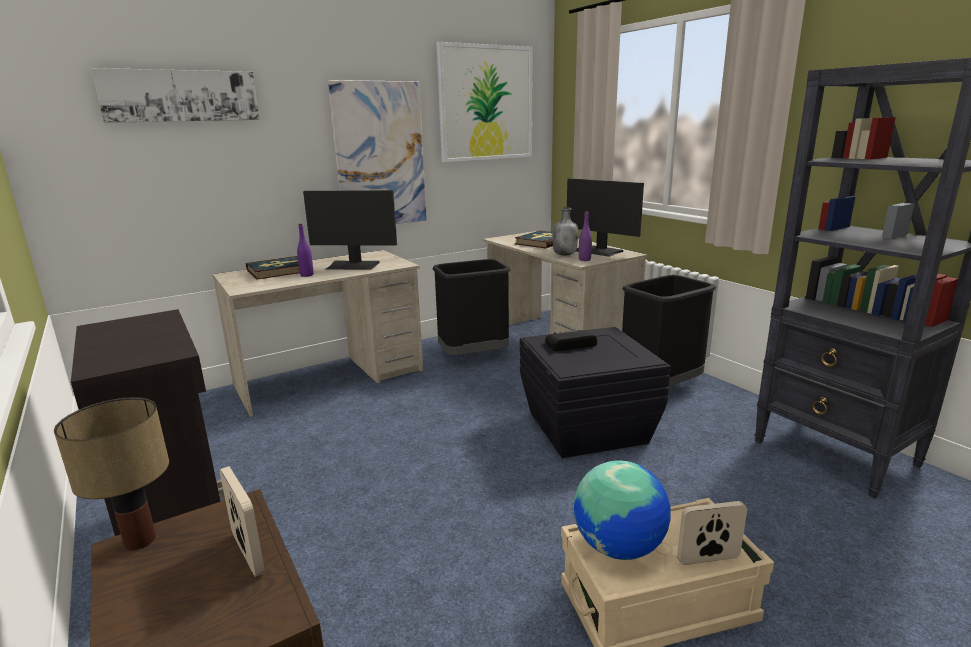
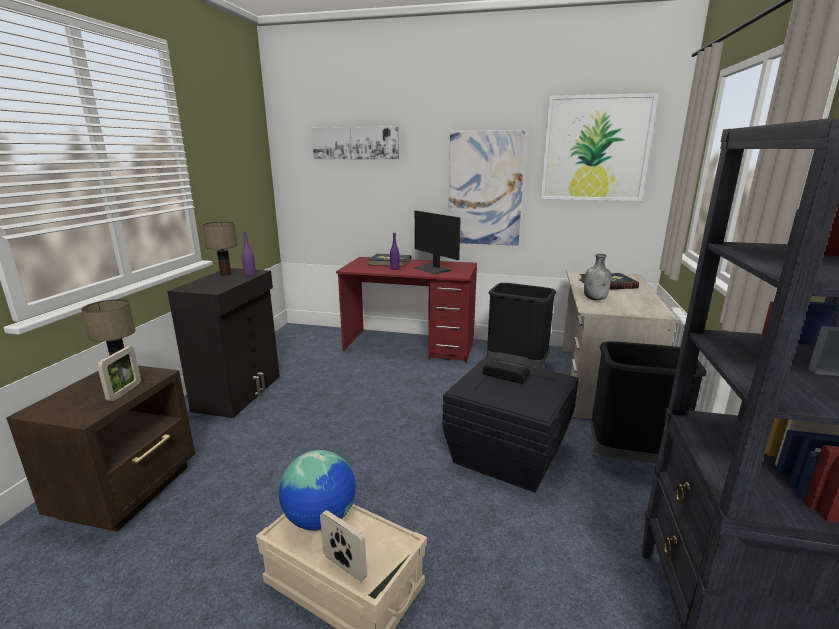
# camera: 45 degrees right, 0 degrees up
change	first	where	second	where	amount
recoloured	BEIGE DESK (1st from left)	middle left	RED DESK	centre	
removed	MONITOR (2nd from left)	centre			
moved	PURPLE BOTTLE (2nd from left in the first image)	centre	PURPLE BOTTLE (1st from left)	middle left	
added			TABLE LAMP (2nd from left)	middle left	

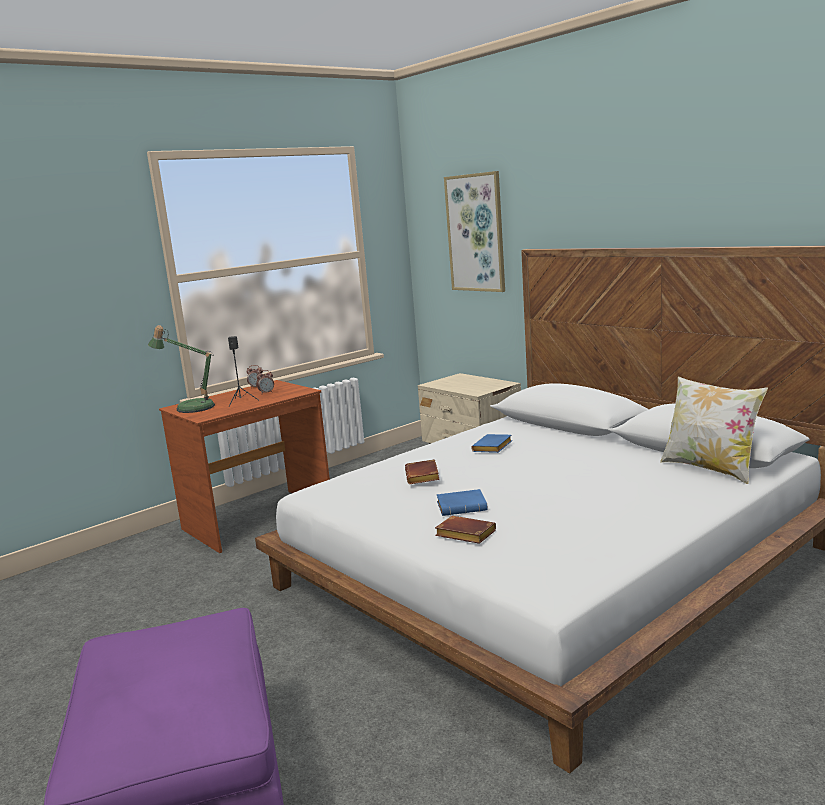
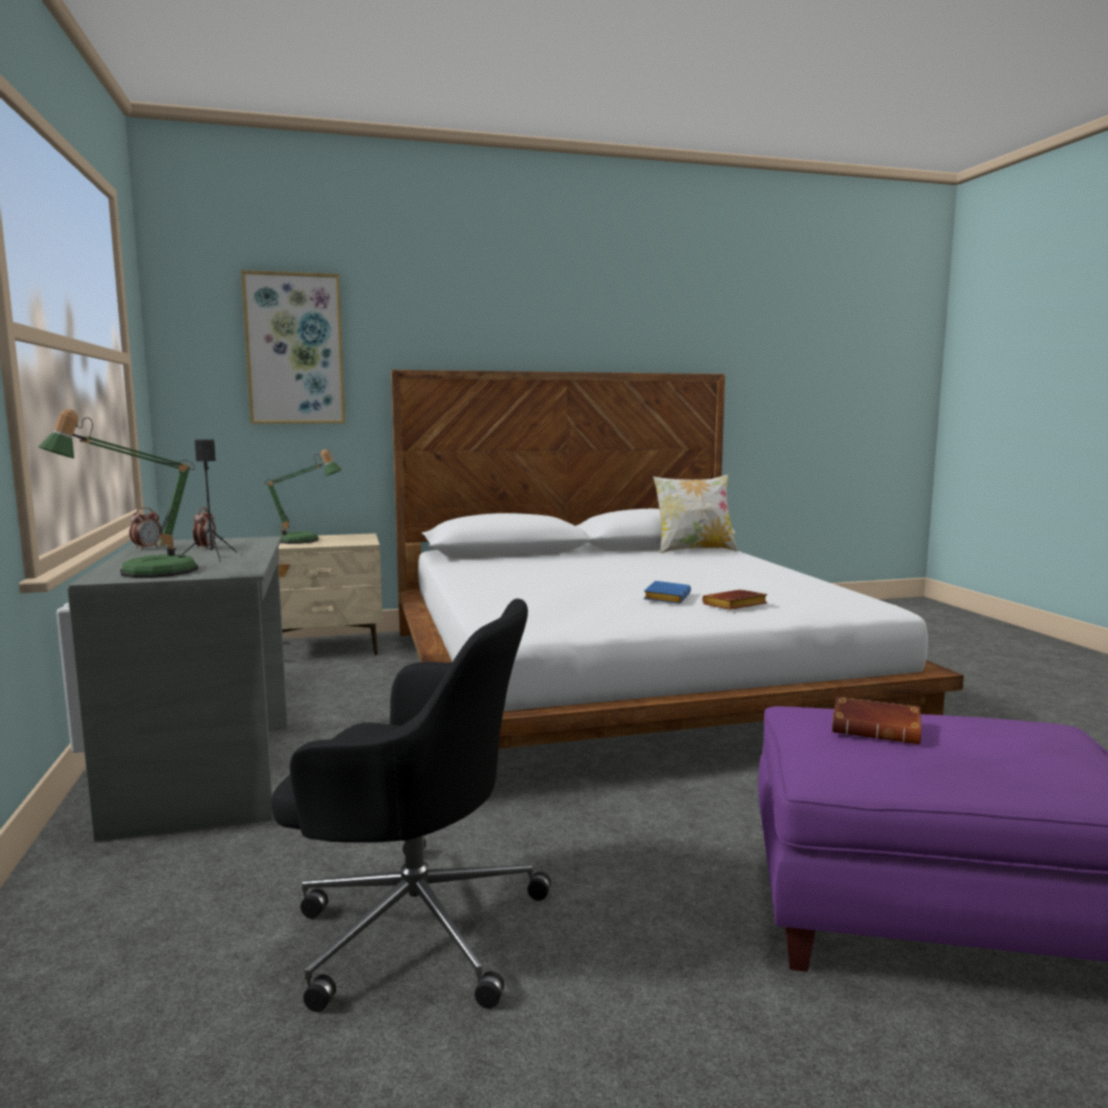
# camera: 65 degrees left, 5 degrees down
change	first	where	second	where	amount
recoloured	BROWN DESK	middle left	GREY DESK	middle left	
moved	BROWN BOOK (1st from left in the first image)	centre	BROWN BOOK (2nd from left)	middle right	
removed	BLUE BOOK (2nd from left)	centre			
added			TABLE LAMP (2nd from left)	middle left	
added			BLACK OFFICE CHAIR	bottom centre	

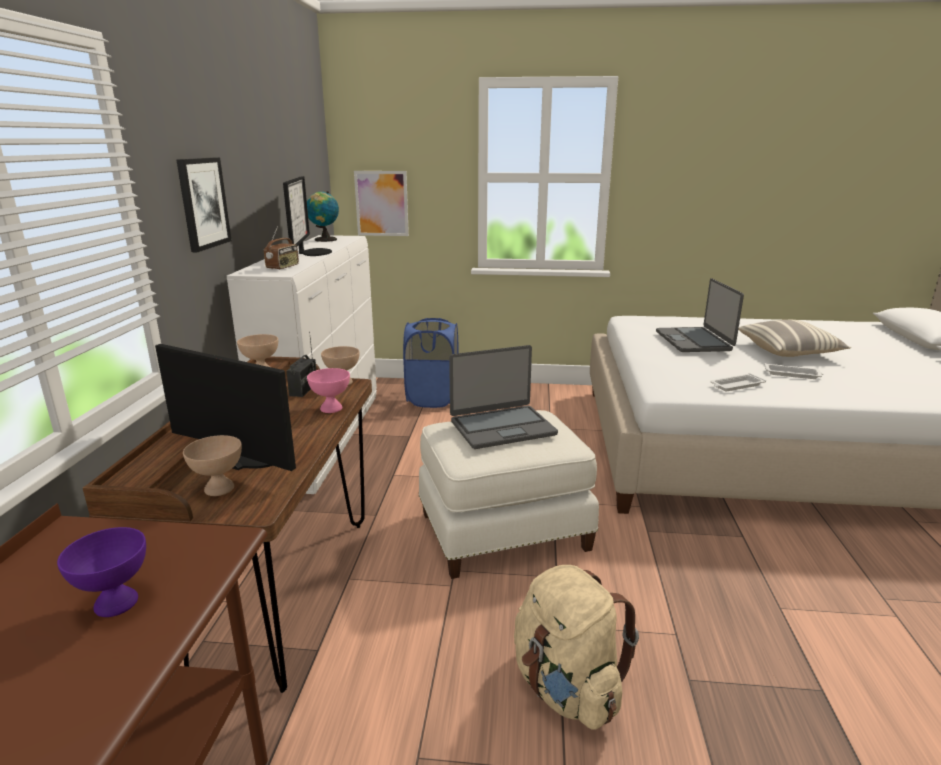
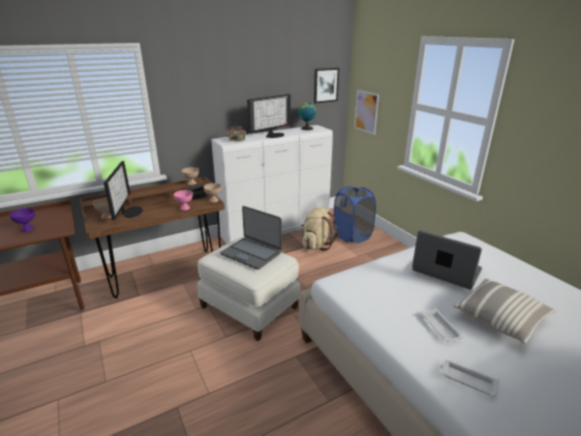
# camera: 55 degrees right, 5 degrees up
change	first	where	second	where	amount
moved	PICTURE (1st from left)	top left		top centre	
moved	BEIGE BACKPACK	bottom centre		centre	
turned	LAPTOP (2nd from left)	middle right		middle right	75 degrees clockwise
moved	WHITE TRAY (1st from left in the first image)	middle right	WHITE TRAY (2nd from left)	bottom right	

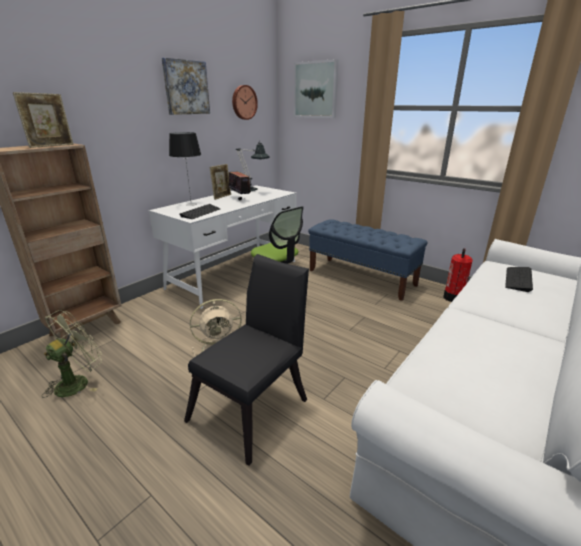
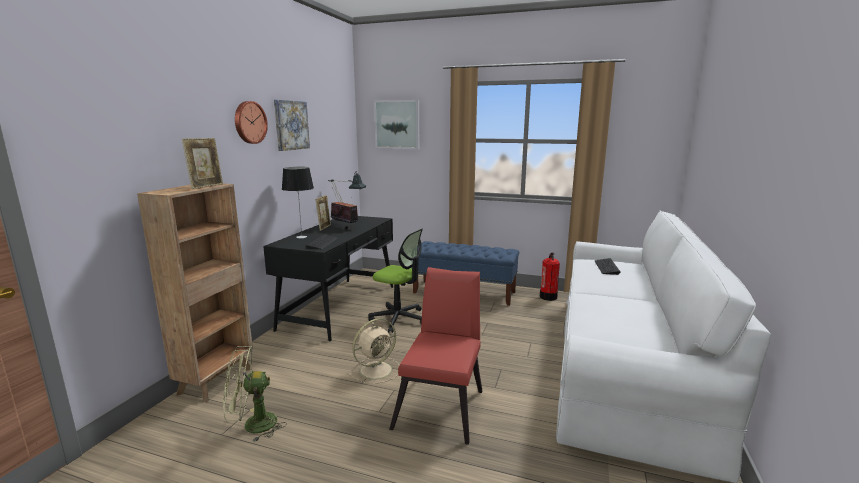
# camera: 20 degrees left, 10 degrees down
change	first	where	second	where	amount
turned	GREEN FAN	middle left		bottom left	120 degrees counterclockwise
recoloured	WHITE DESK	centre	BLACK DESK	centre	
recoloured	BLACK CHAIR	centre	RED CHAIR	bottom centre	
moved	WALL CLOCK	top centre		top left	

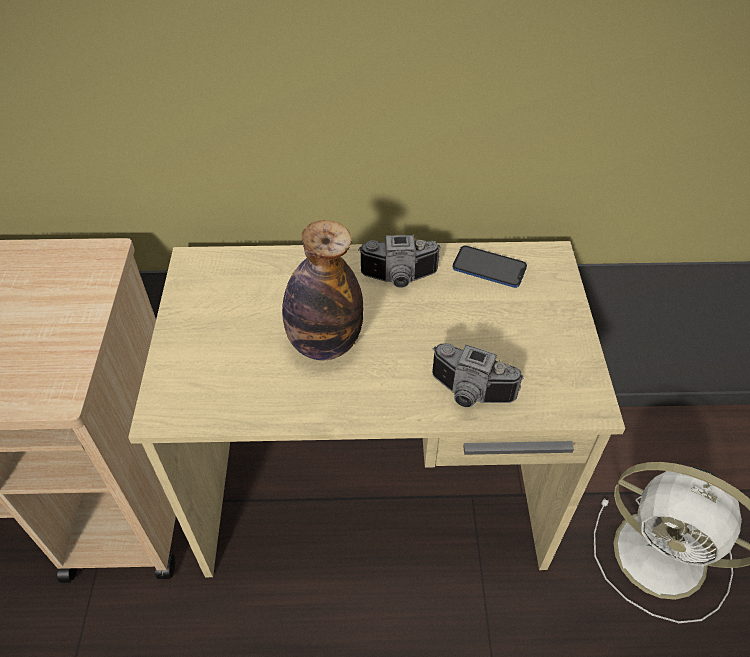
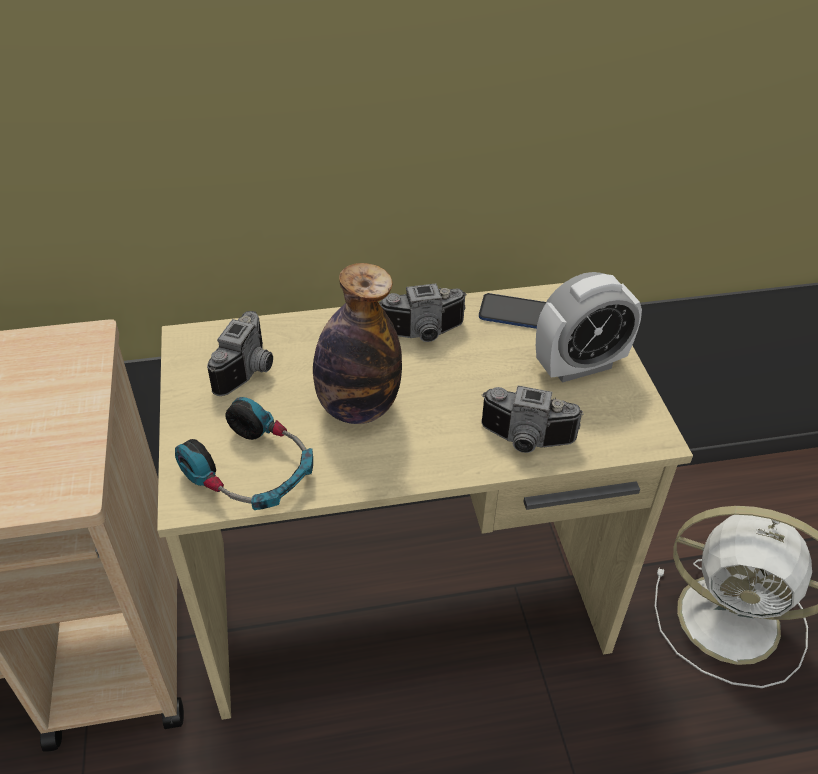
# camera: 10 degrees left, 5 degrees down
change	first	where	second	where	amount
added			HEADPHONES	middle left	
added			PHOTO CAMERA (1st from left)	middle left	
added			ALARM CLOCK	middle right	

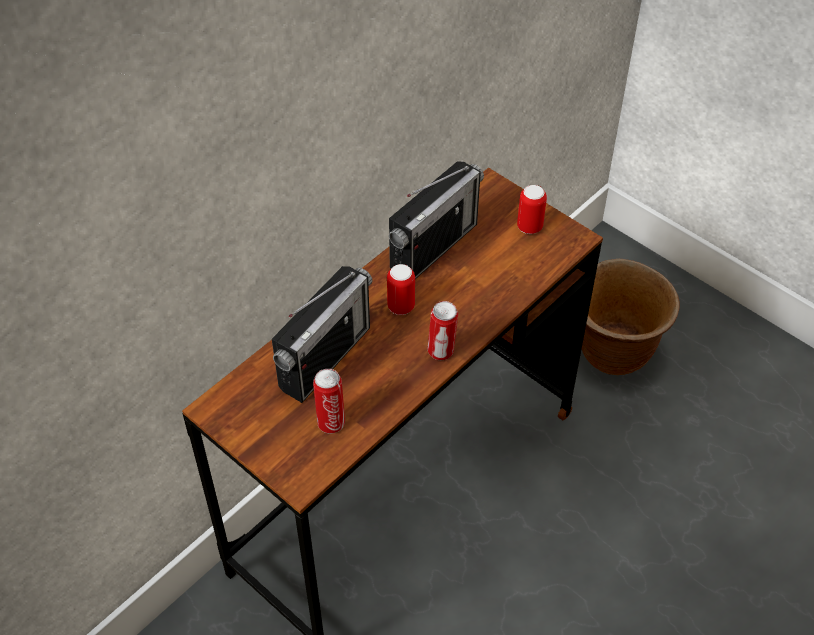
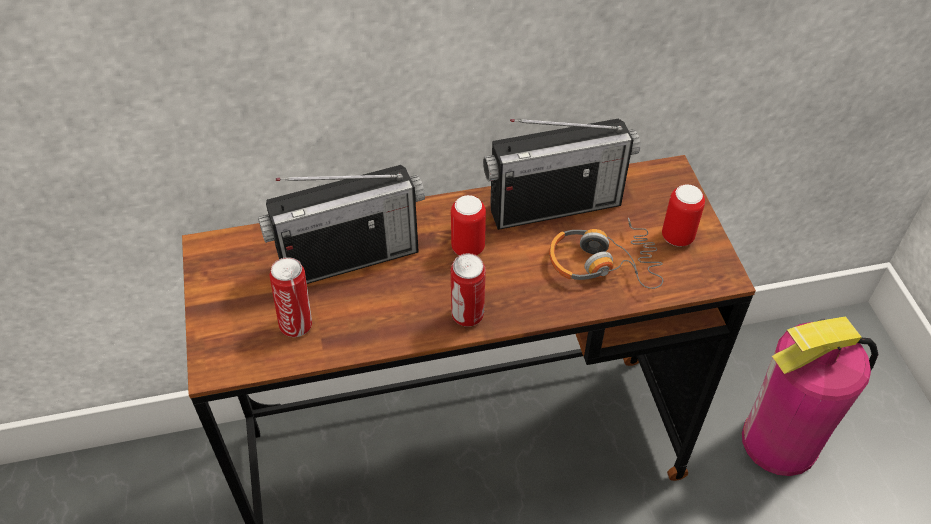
# camera: 35 degrees right, 0 degrees up
change	first	where	second	where	amount
replaced	BROWN PLANTER	middle right	FIRE EXTINGUISHER	bottom right	
added			HEADPHONES	centre	

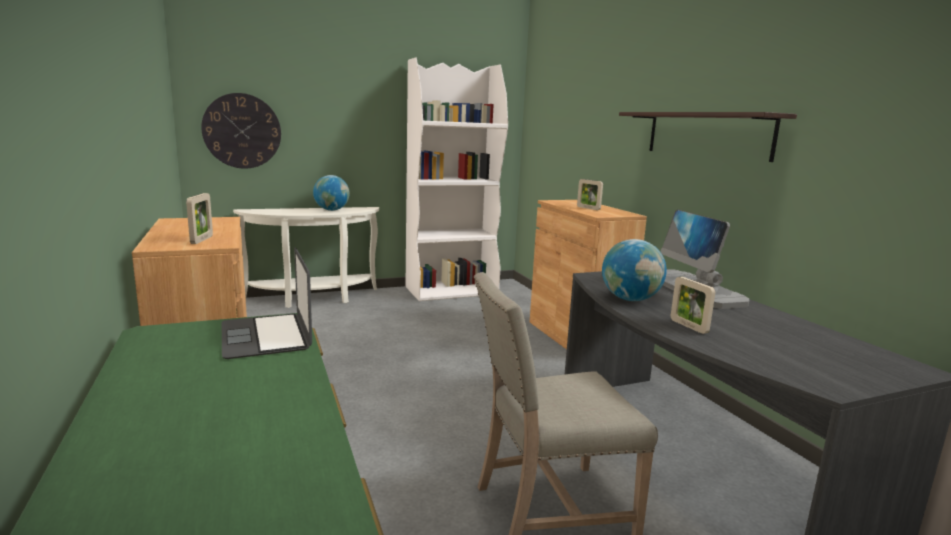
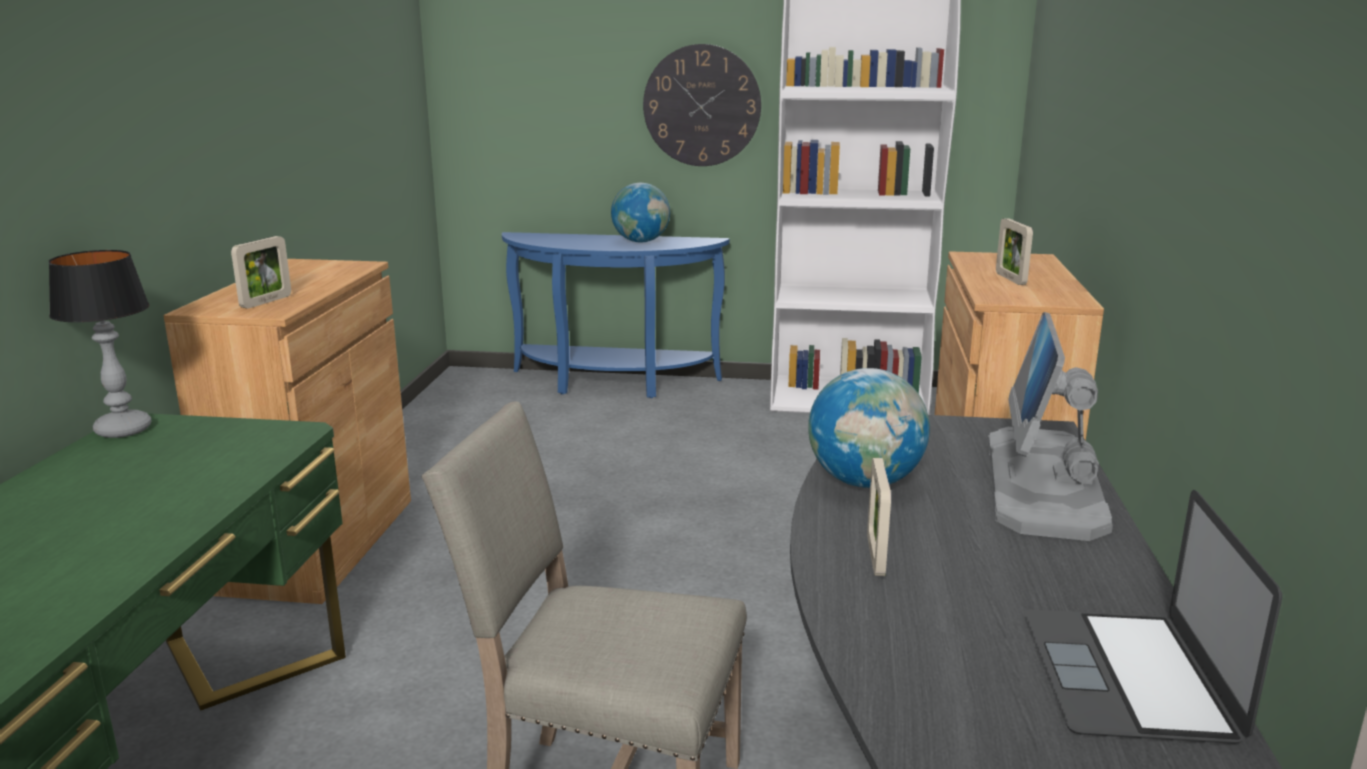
# camera: 30 degrees right, 5 degrees up
change	first	where	second	where	amount
moved	WALL CLOCK	top left		top centre	
moved	LAPTOP	middle left		bottom right	
recoloured	WHITE CONSOLE TABLE	middle left	BLUE CONSOLE TABLE	centre	
removed	SHELF	top right			
added			TABLE LAMP	middle left	

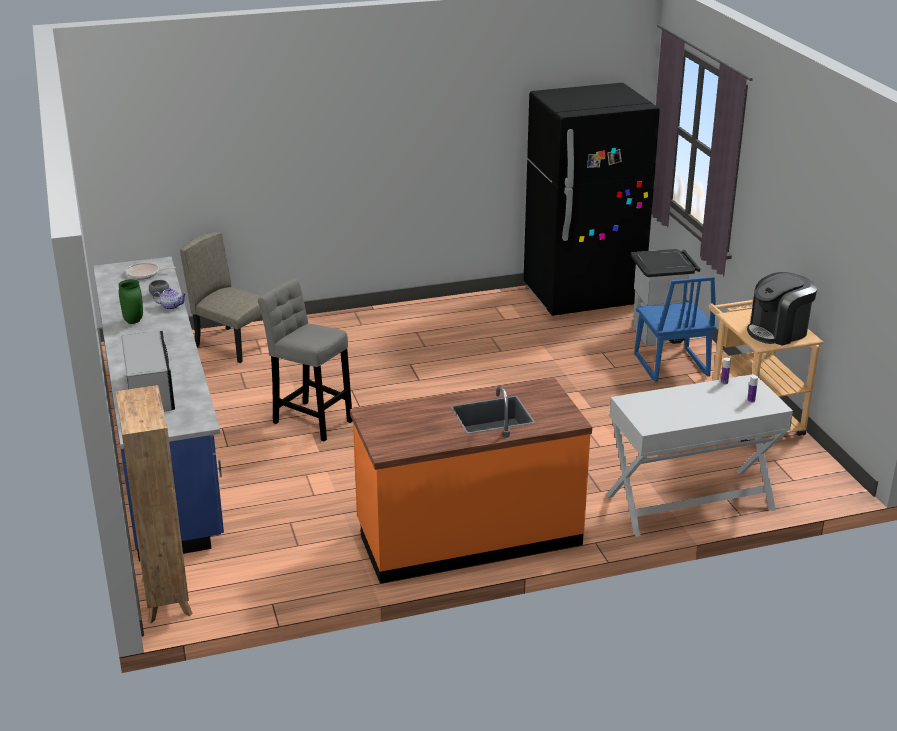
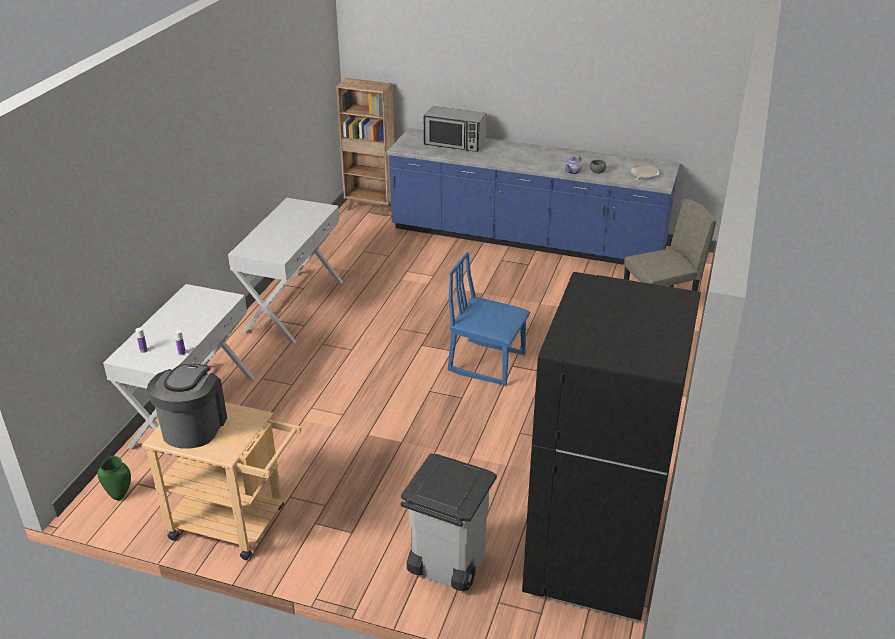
# camera: 125 degrees right, 5 degrees up
change	first	where	second	where	amount
moved	GREEN VASE	middle left		bottom left	
removed	GREY STOOL	centre			
replaced	ORANGE COUNTER	centre	WHITE CONSOLE TABLE (2nd from left)	middle left	
moved	BLUE CHAIR	middle right		centre	

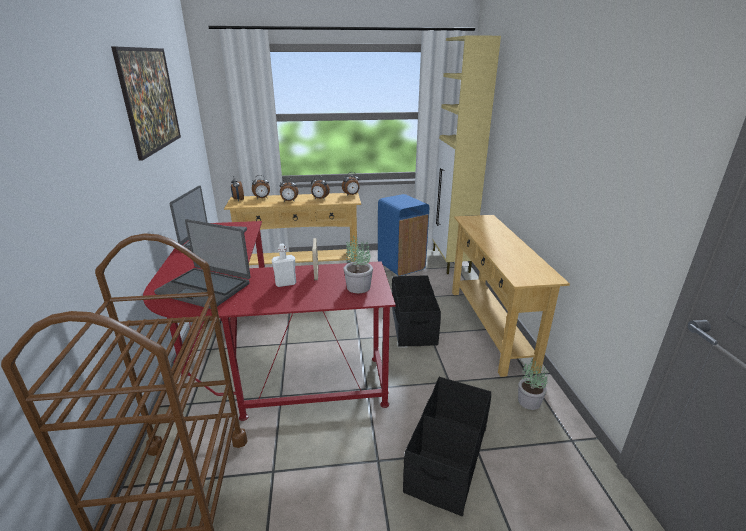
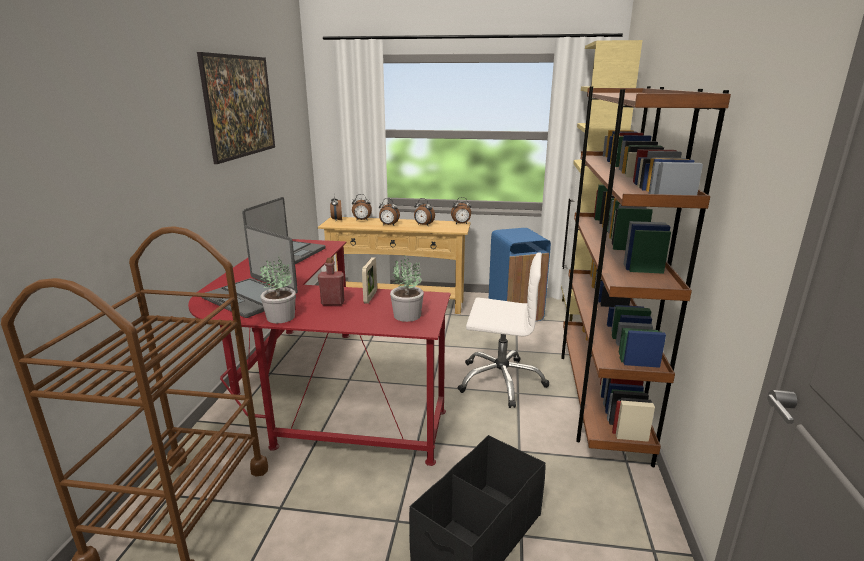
# camera: 15 degrees right, 5 degrees down
change	first	where	second	where	amount
recoloured	WHITE BOTTLE	centre	RED BOTTLE	centre	
replaced	BLACK STORAGE BOX (1st from left)	centre	WHITE OFFICE CHAIR	centre	
replaced	BEIGE CONSOLE TABLE (2nd from left)	middle right	BROWN BOOKCASE	middle right	
moved	POTTED PLANT (2nd from left in the first image)	bottom right	POTTED PLANT (1st from left)	middle left	

